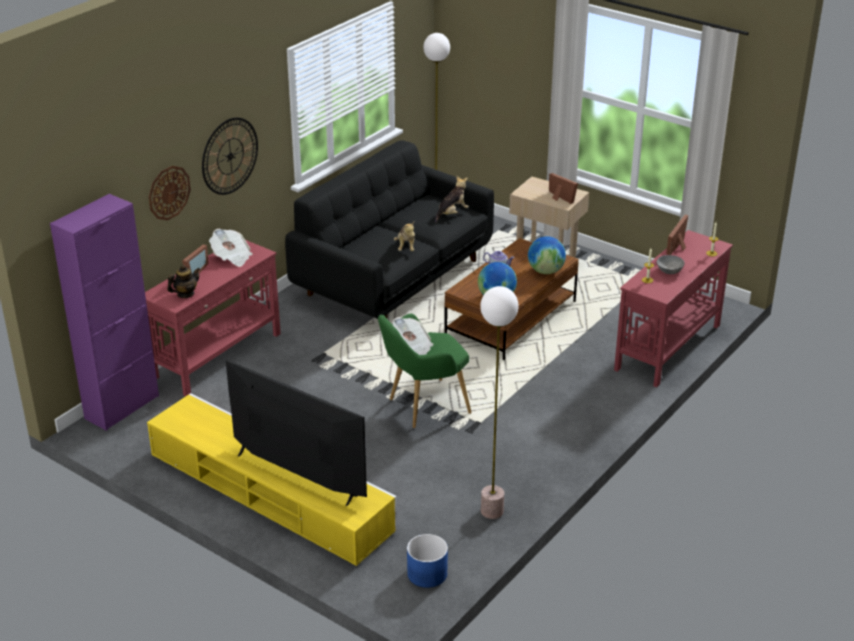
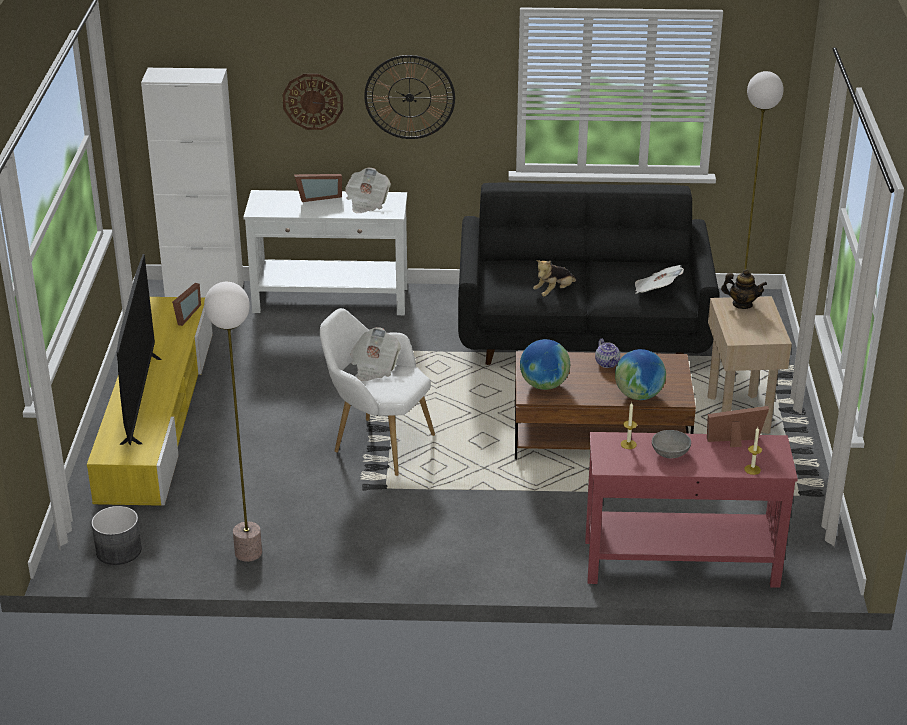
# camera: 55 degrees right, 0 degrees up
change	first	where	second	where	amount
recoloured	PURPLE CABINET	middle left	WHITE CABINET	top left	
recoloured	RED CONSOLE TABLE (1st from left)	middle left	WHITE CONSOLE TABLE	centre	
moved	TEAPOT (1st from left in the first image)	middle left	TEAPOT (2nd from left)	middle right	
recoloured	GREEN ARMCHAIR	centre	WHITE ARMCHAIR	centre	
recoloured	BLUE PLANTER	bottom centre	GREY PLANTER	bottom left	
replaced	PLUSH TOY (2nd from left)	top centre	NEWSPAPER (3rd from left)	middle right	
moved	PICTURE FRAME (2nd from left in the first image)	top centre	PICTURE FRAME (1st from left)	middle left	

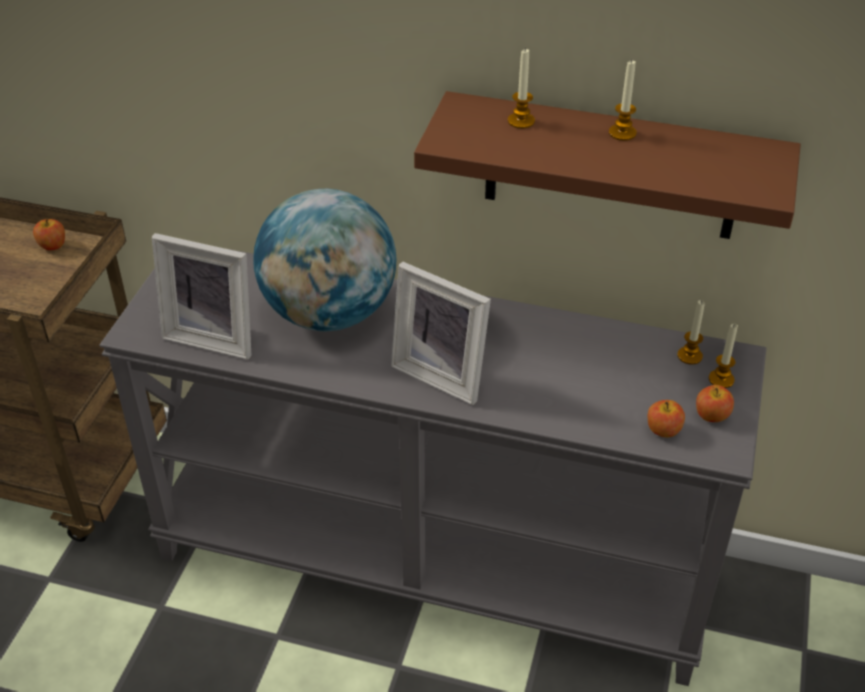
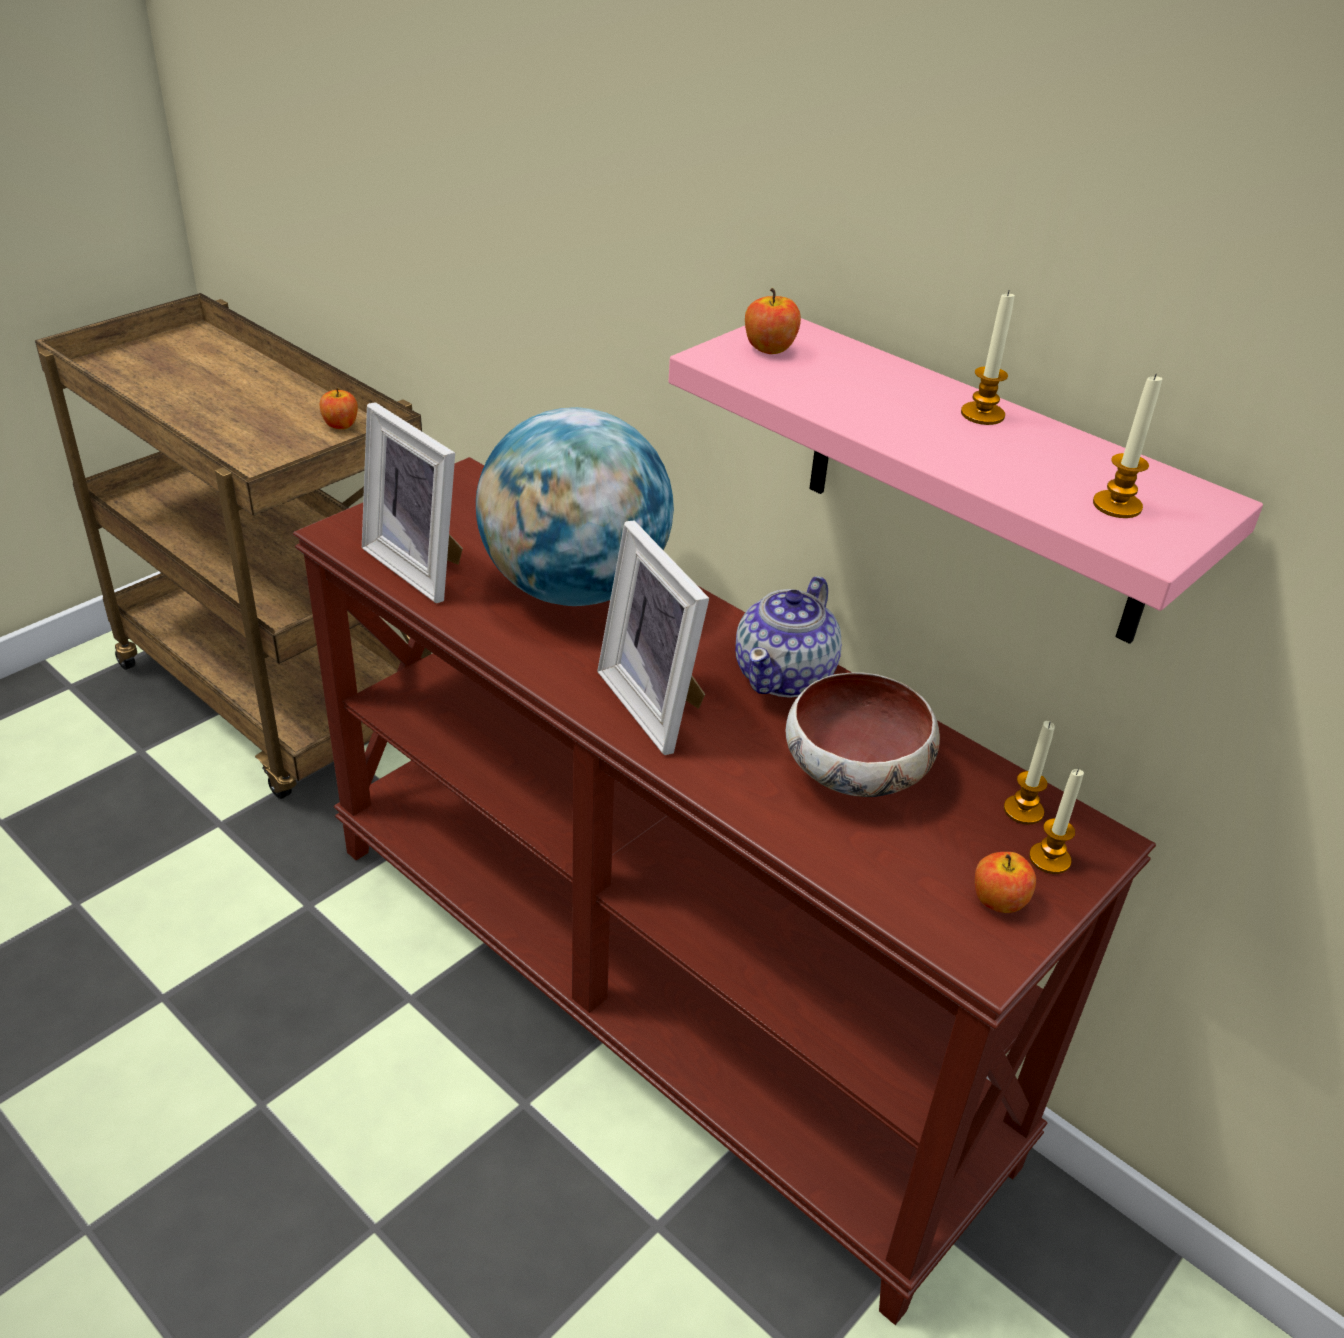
# camera: 25 degrees right, 5 degrees down
change	first	where	second	where	amount
recoloured	GREY CONSOLE TABLE	bottom centre	BROWN CONSOLE TABLE	centre	
recoloured	BROWN SHELF	top right	PINK SHELF	middle right	
moved	CANDLE (1st from left in the first image)	top centre	CANDLE (4th from left)	top right	
moved	APPLE (2nd from left)	middle right		top centre	
added			TEAPOT	centre	
added			BOWL	centre	

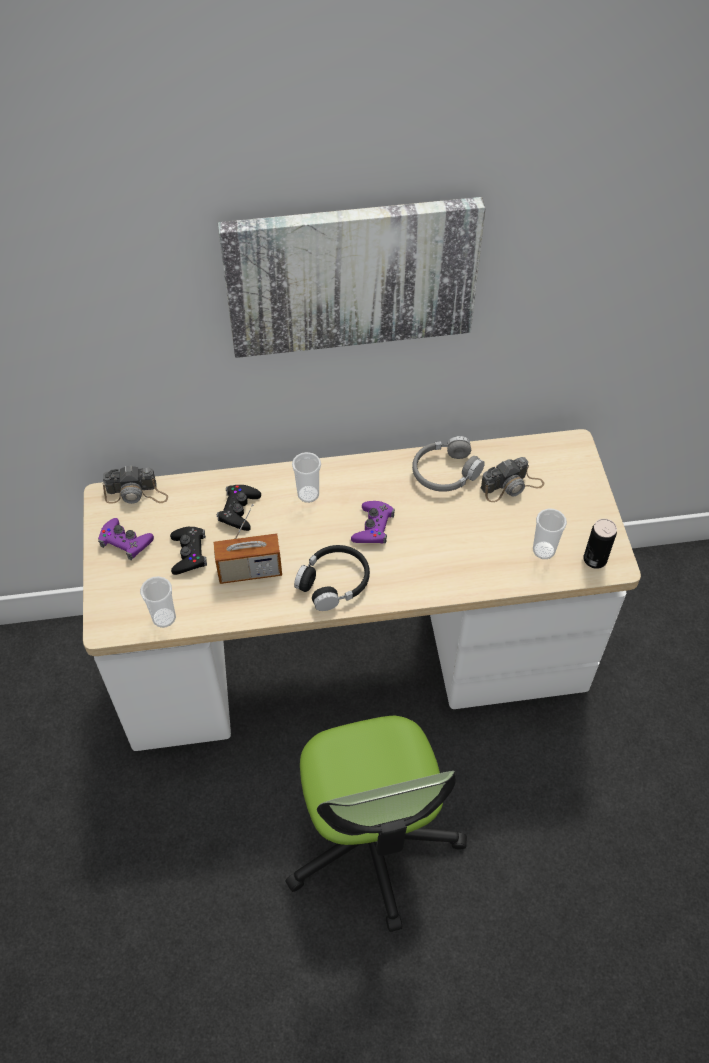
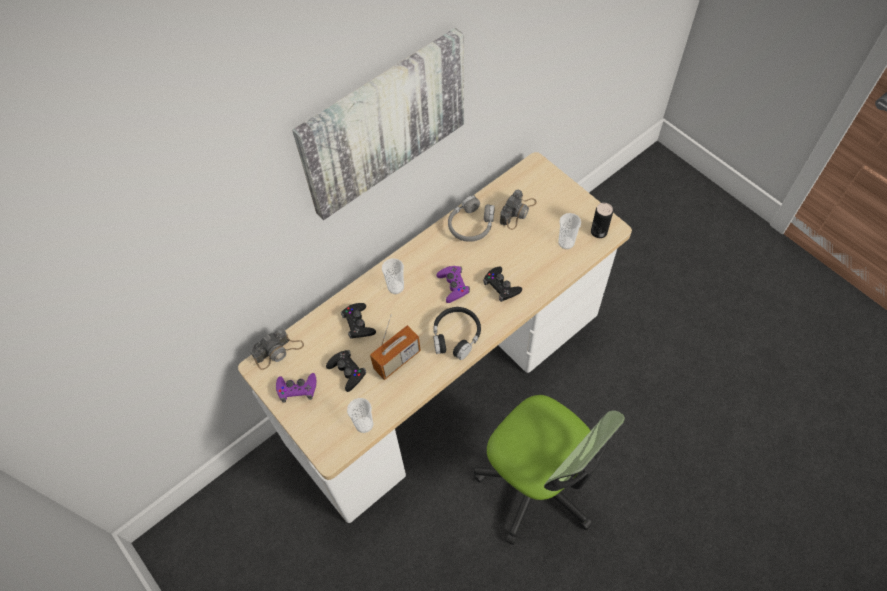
# camera: 30 degrees left, 5 degrees up
change	first	where	second	where	amount
added			BLACK GAME CONTROLLER (3rd from left)	centre	

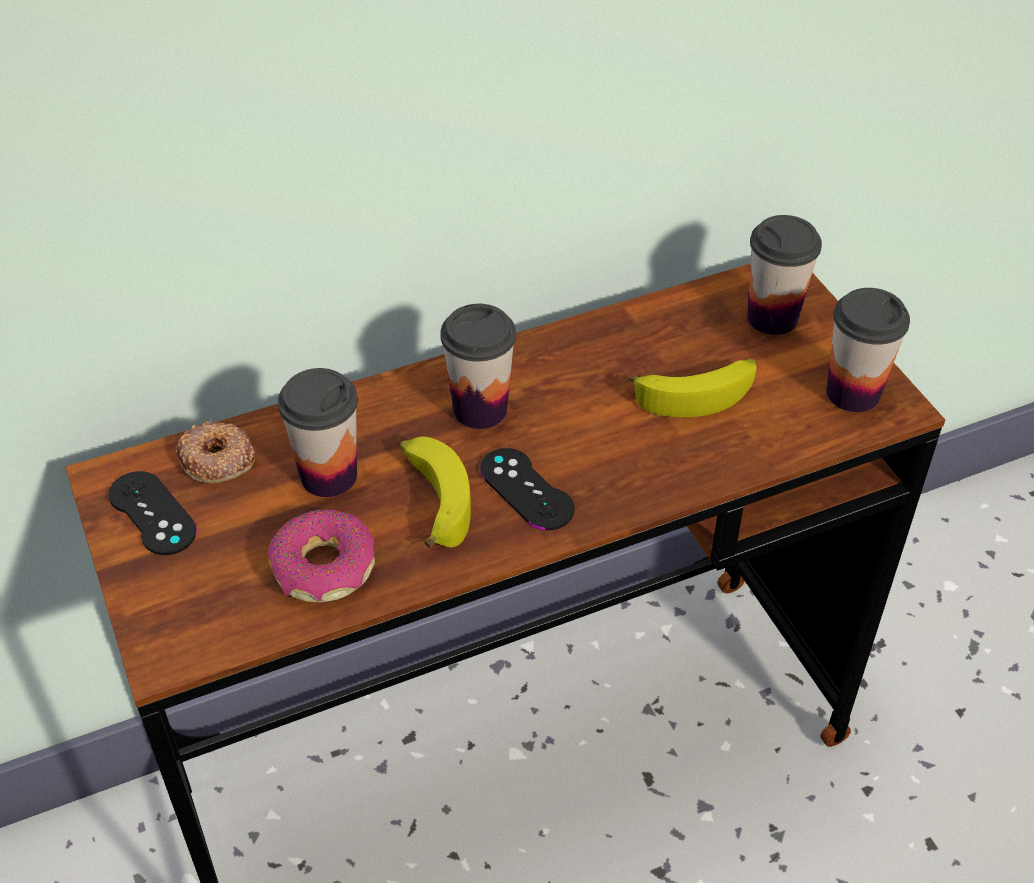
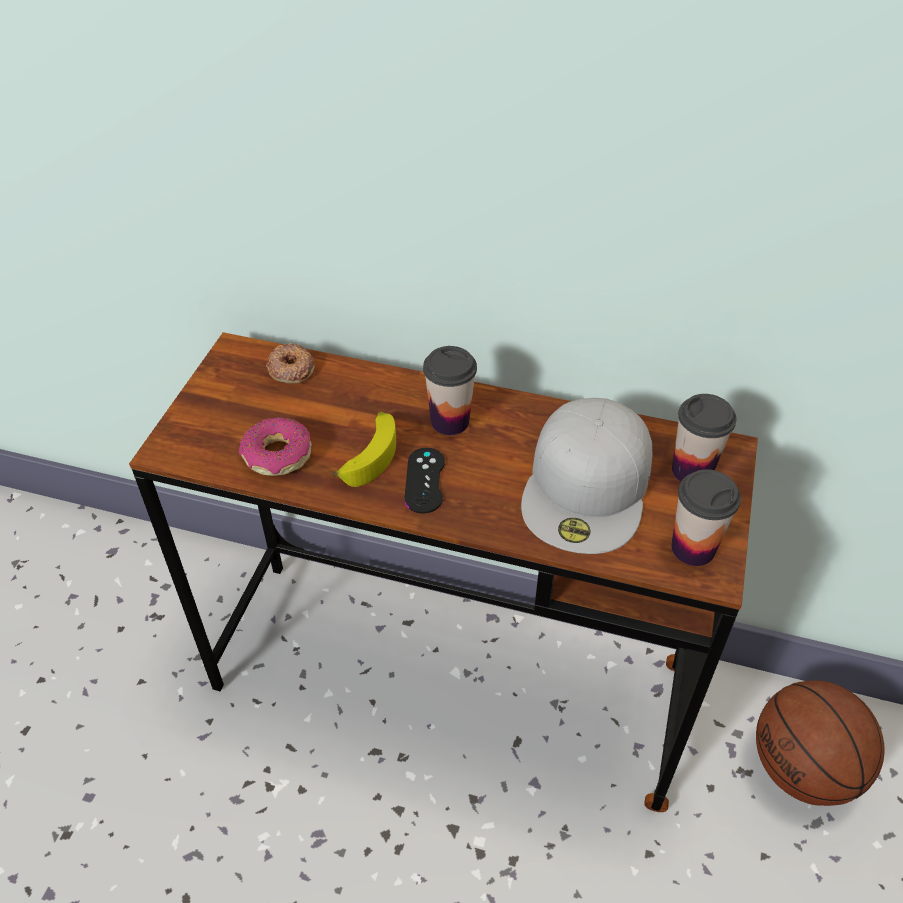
# camera: 40 degrees right, 0 degrees up
change	first	where	second	where	amount
removed	BLACK GAME CONTROLLER (1st from left)	middle left			
removed	CUP (1st from left)	middle left			
replaced	BANANA (2nd from left)	middle right	WHITE CAP	centre	
added			BASKETBALL	bottom right	

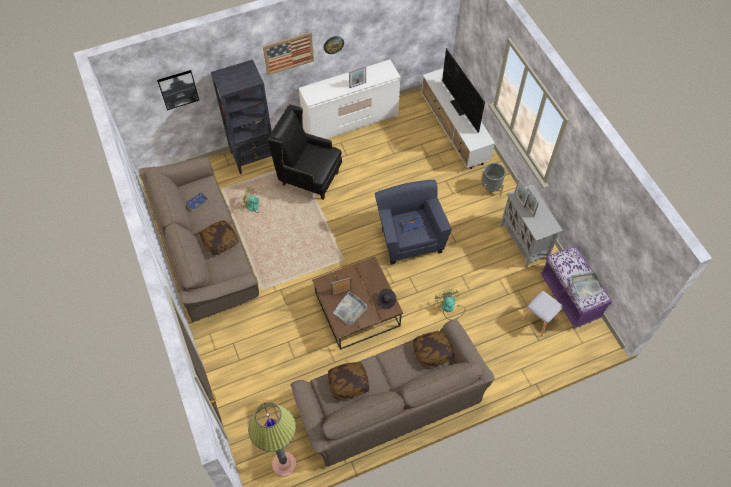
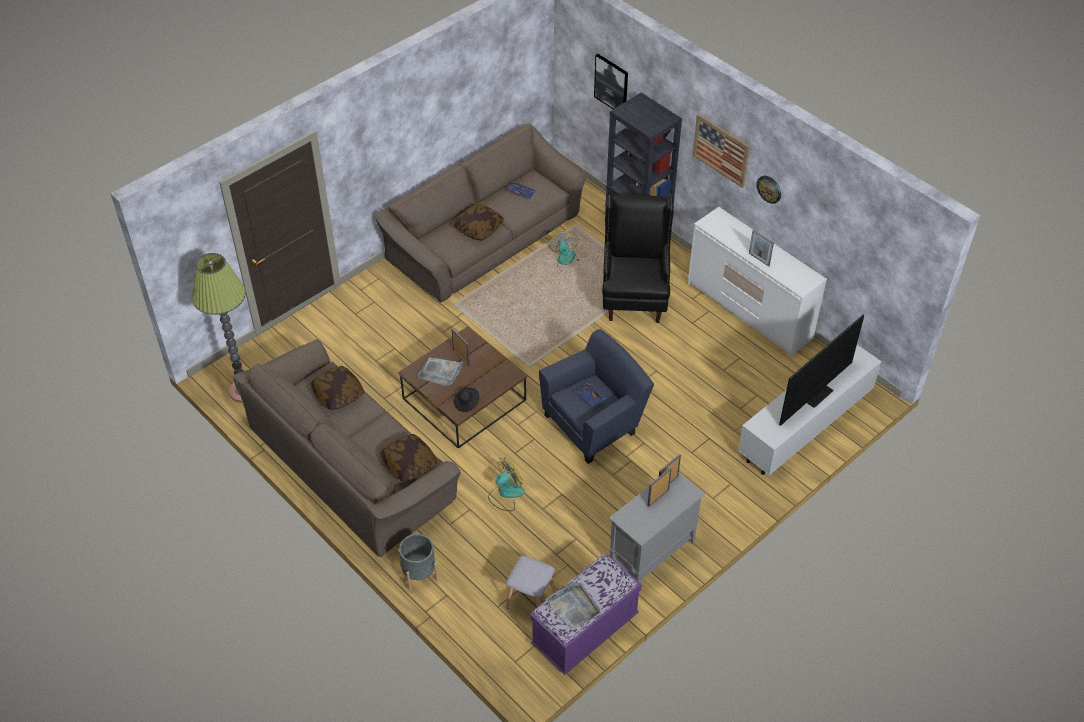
# camera: 70 degrees right, 10 degrees down
change	first	where	second	where	amount
moved	GREY PLANTER	middle right		bottom centre	

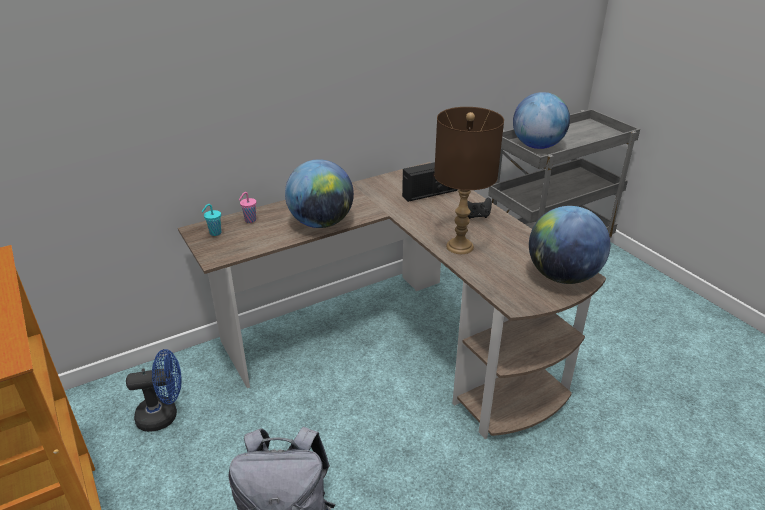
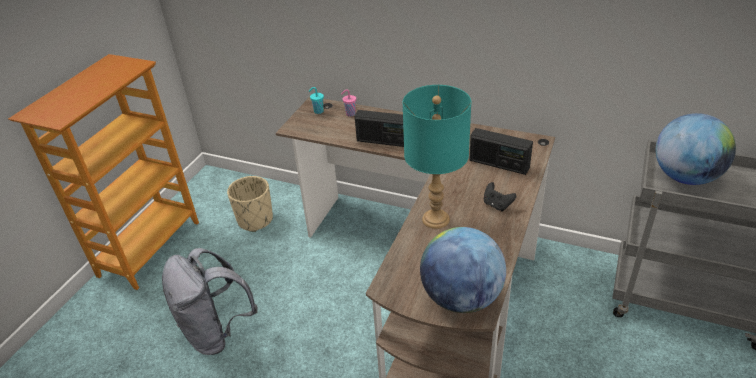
# camera: 55 degrees right, 5 degrees up
change	first	where	second	where	amount
replaced	BLUE FAN	bottom left	BEIGE PLANTER	middle left	
replaced	GLOBE (1st from left)	centre	RADIO (1st from left)	centre	
recoloured	BROWN TABLE LAMP	centre	TURQUOISE TABLE LAMP	centre	

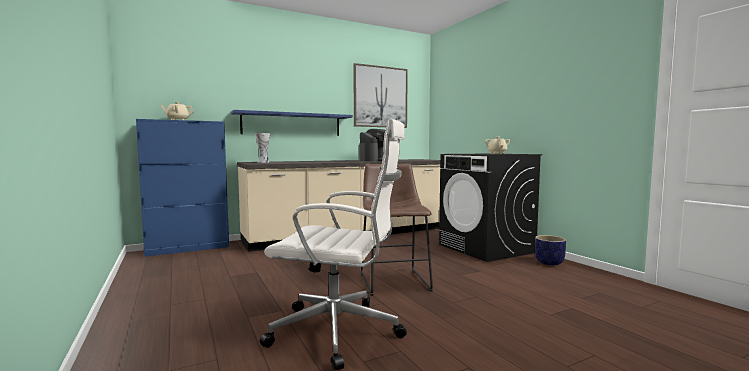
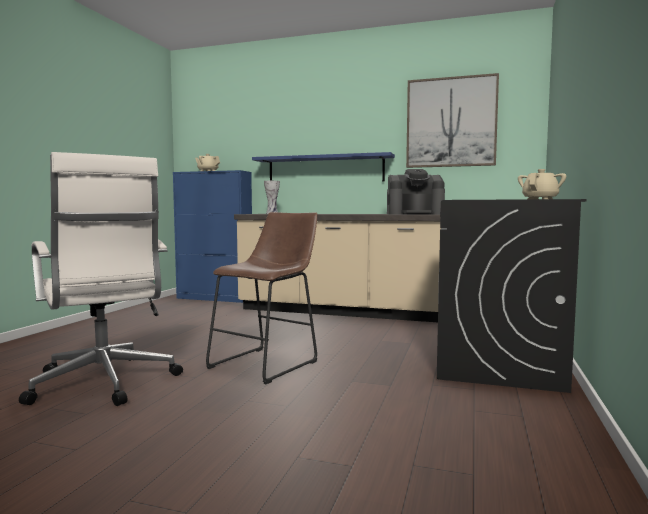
# camera: 45 degrees right, 0 degrees up
change	first	where	second	where	amount
removed	PLANTER	bottom right			

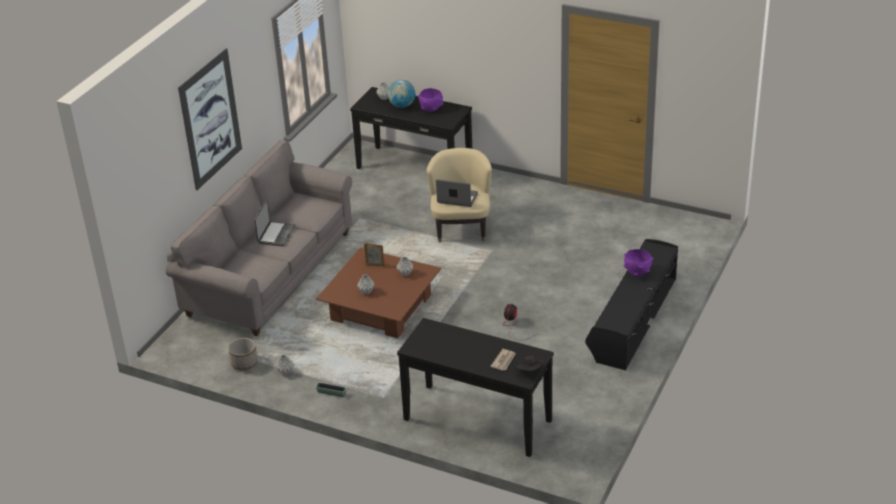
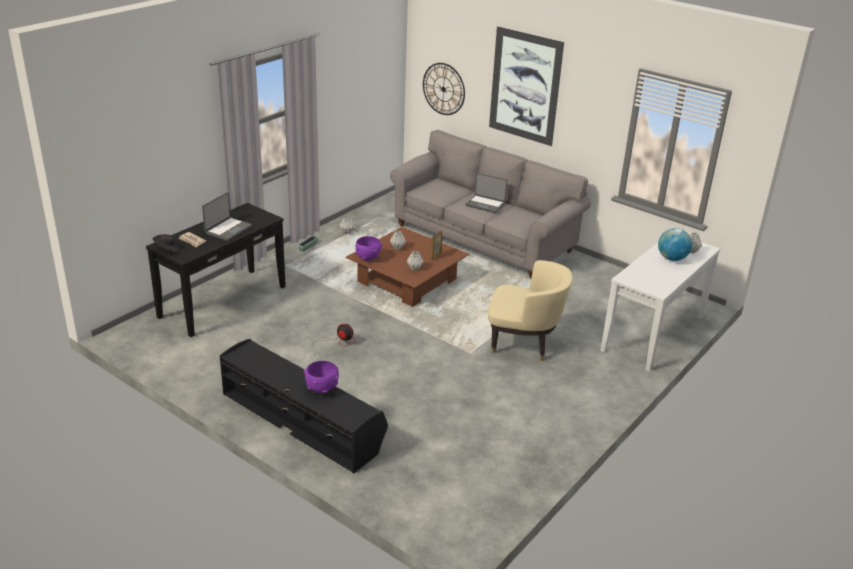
# camera: 100 degrees right, 5 degrees down
change	first	where	second	where	amount
removed	PLANTER (1st from left)	bottom left			
recoloured	BLACK CONSOLE TABLE (1st from left)	top centre	WHITE CONSOLE TABLE	middle right	
moved	PURPLE BOWL (1st from left in the first image)	top centre	PURPLE BOWL (2nd from left)	centre	
moved	LAPTOP (2nd from left in the first image)	centre	LAPTOP (1st from left)	middle left	
added			WALL CLOCK	top centre	

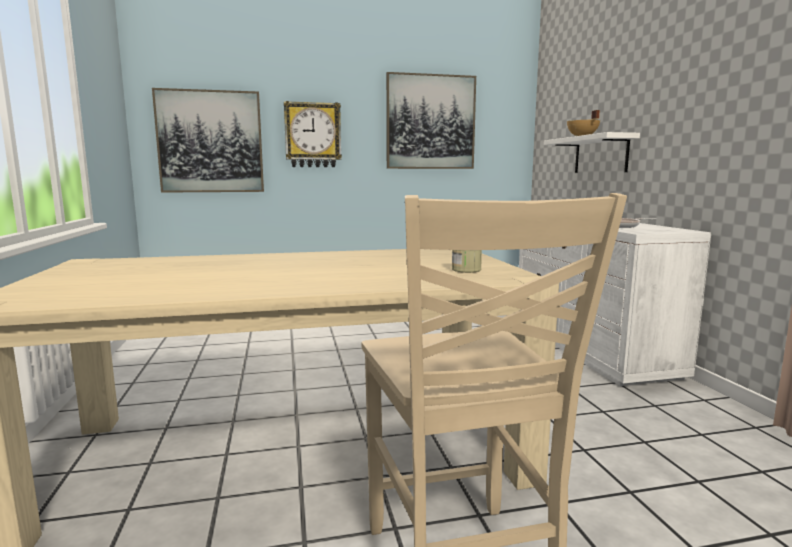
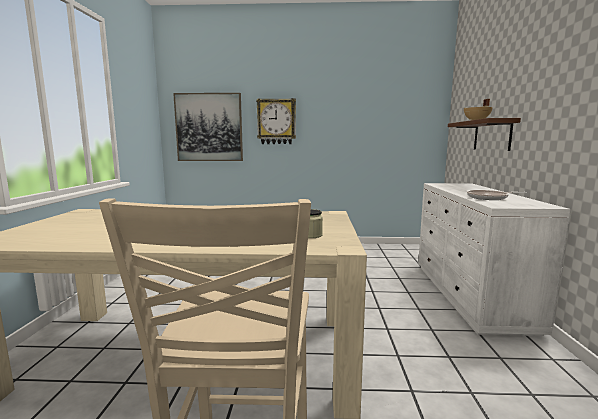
# camera: 15 degrees right, 0 degrees up
change	first	where	second	where	amount
removed	PICTURE (2nd from left)	top centre			
recoloured	WHITE SHELF	top right	BROWN SHELF	top right	

